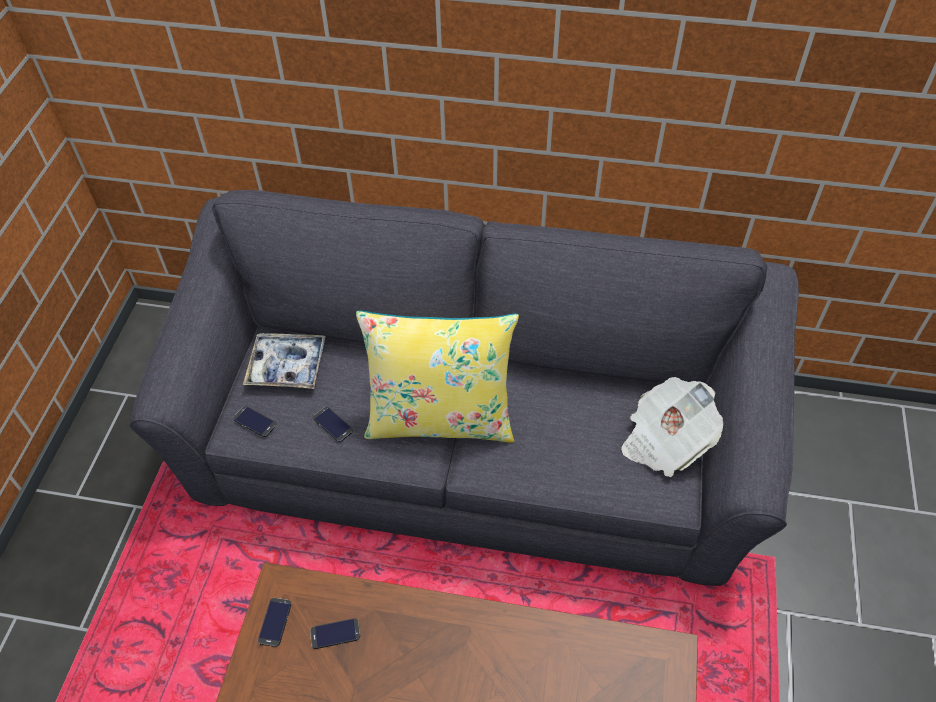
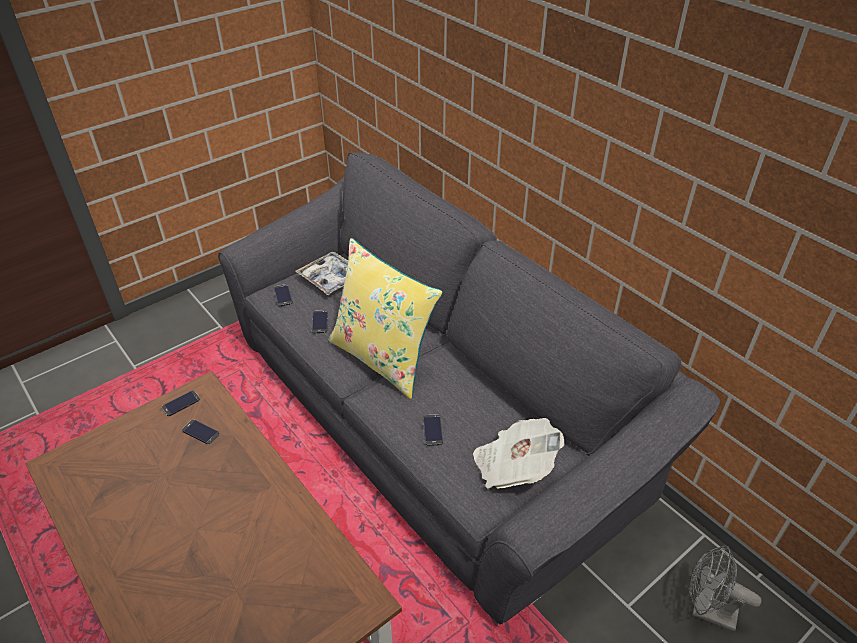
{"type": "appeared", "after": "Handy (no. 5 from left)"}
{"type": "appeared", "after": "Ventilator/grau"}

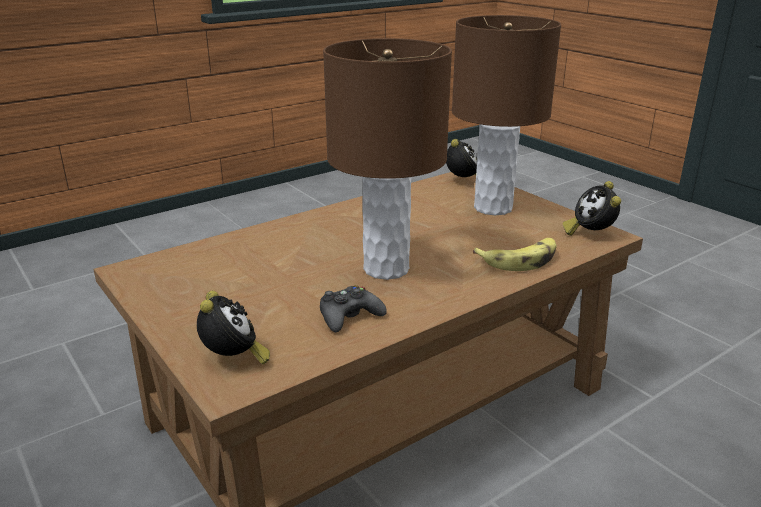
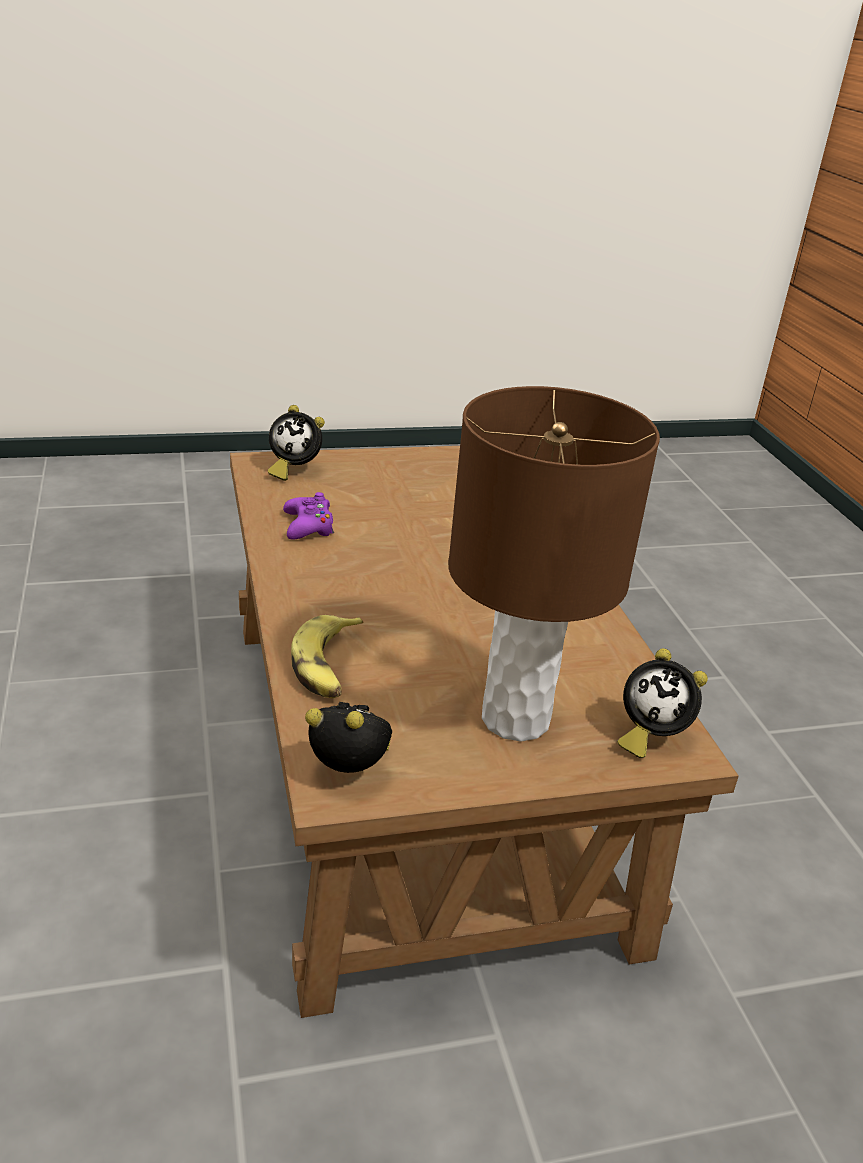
{"type": "missing", "before": "Tischlampe/braun (no. 1 from left)"}
{"type": "colour", "before": "Gamepad/schwarz", "after": "Gamepad/lila"}

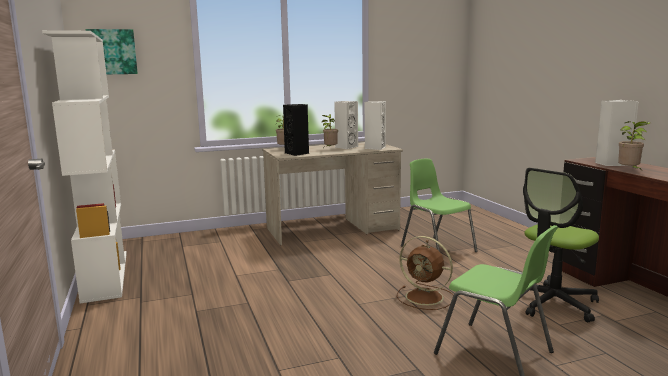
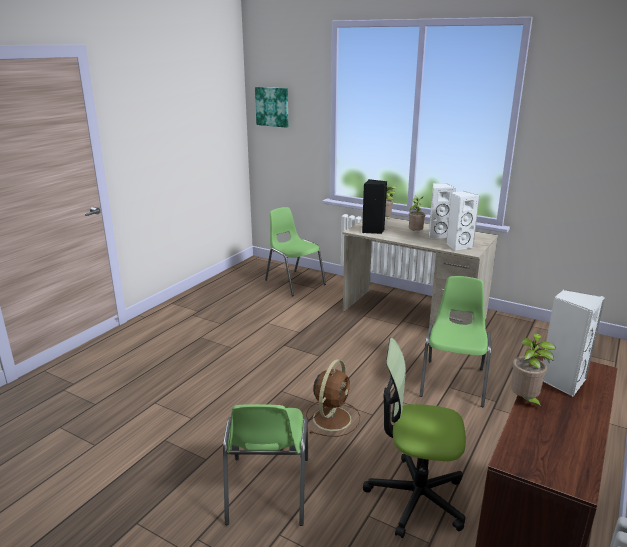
{"type": "missing", "before": "Bücherregal/weiß"}
{"type": "spun", "before": "Ventilator/braun", "turn": -150}
{"type": "appeared", "after": "Stuhl/grün (no. 2 from left)"}

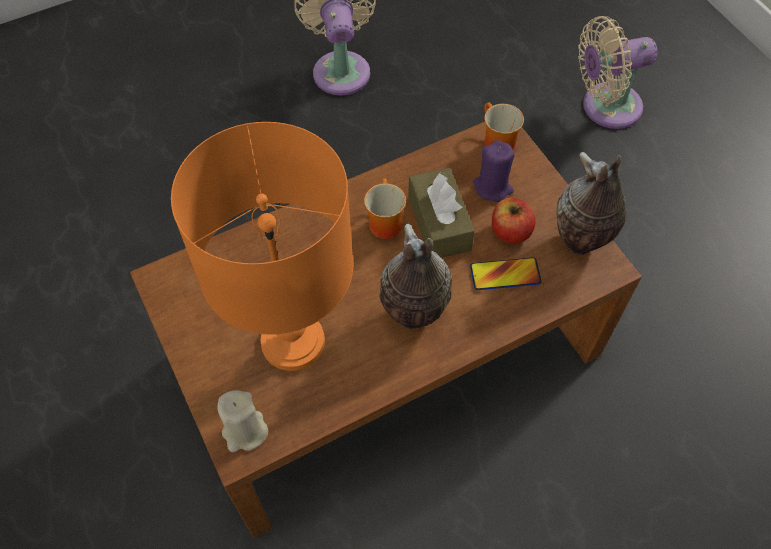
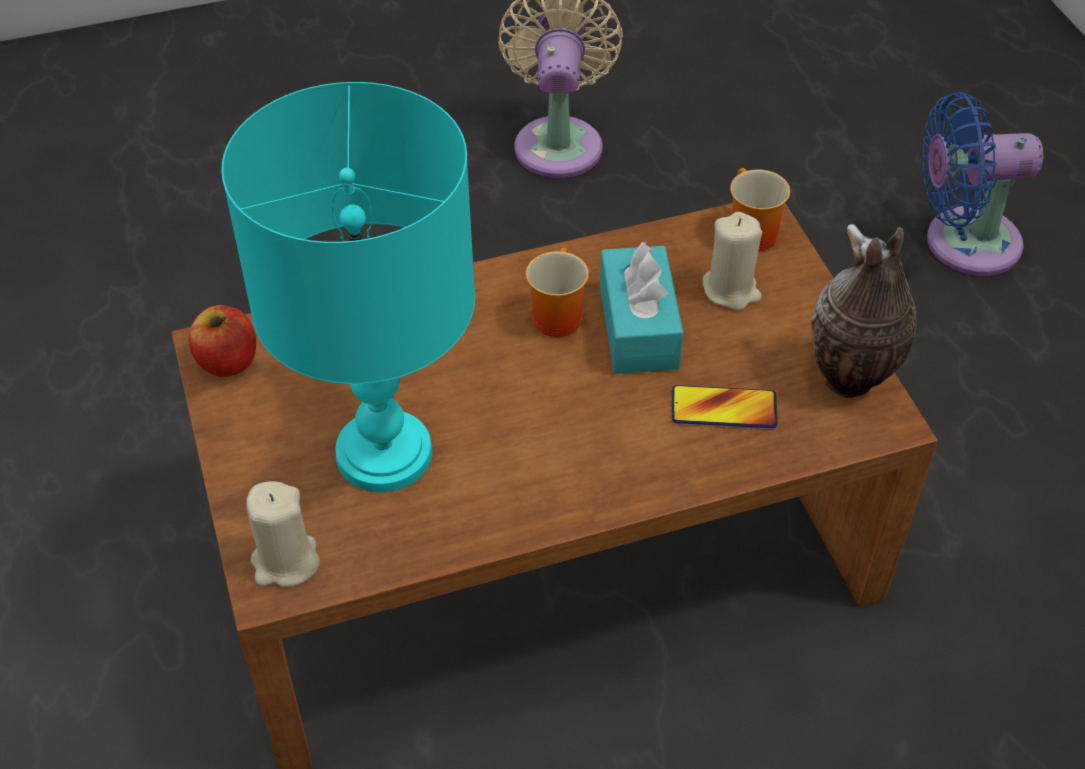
{"type": "colour", "before": "Ventilator/beige (no. 2 from left)", "after": "Ventilator/blau"}
{"type": "colour", "before": "Tischlampe/orange", "after": "Tischlampe/türkis"}
{"type": "colour", "before": "Kerze/lila", "after": "Kerze/beige (no. 2 from left)"}
{"type": "colour", "before": "Taschentuchbox/braun", "after": "Taschentuchbox/türkis"}
{"type": "relocated", "before": "Apfel"}
{"type": "missing", "before": "Vase (no. 1 from left)"}

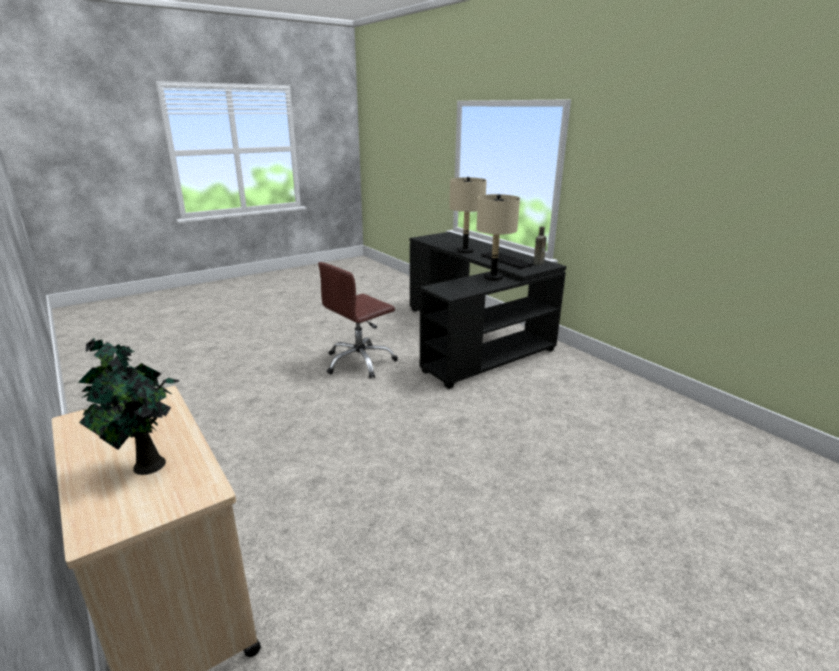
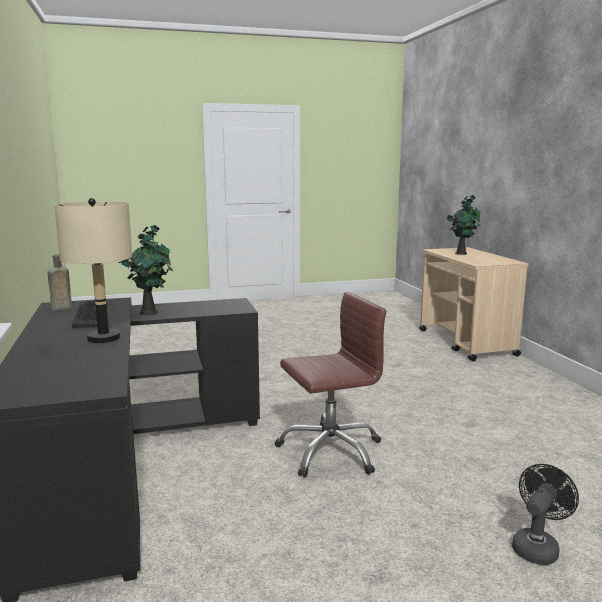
{"type": "exchanged", "before": "Tischlampe/beige (no. 2 from left)", "after": "Topfpflanze (no. 1 from left)"}
{"type": "appeared", "after": "Ventilator/schwarz"}

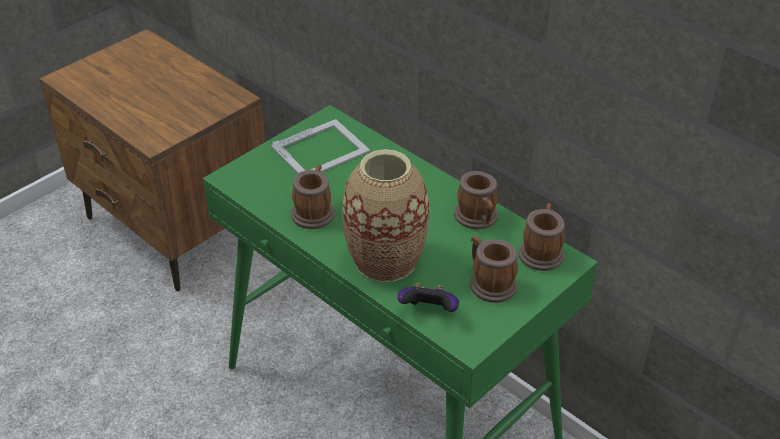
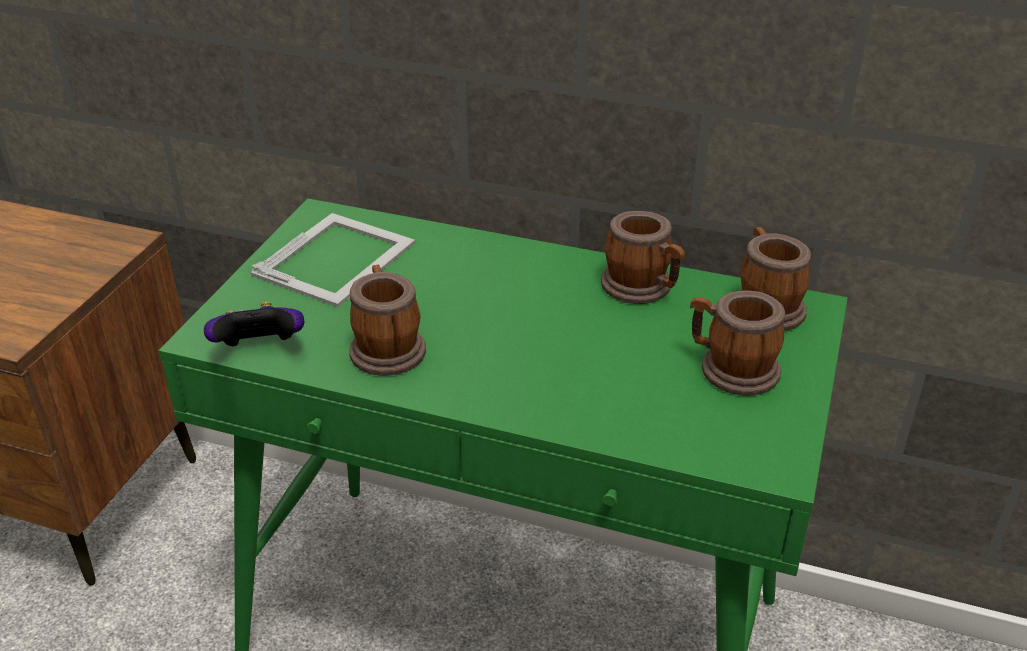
{"type": "missing", "before": "Vase"}
{"type": "relocated", "before": "Gamepad"}

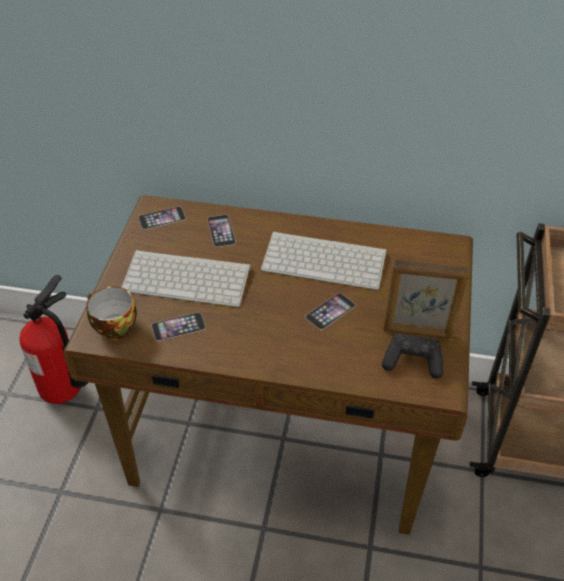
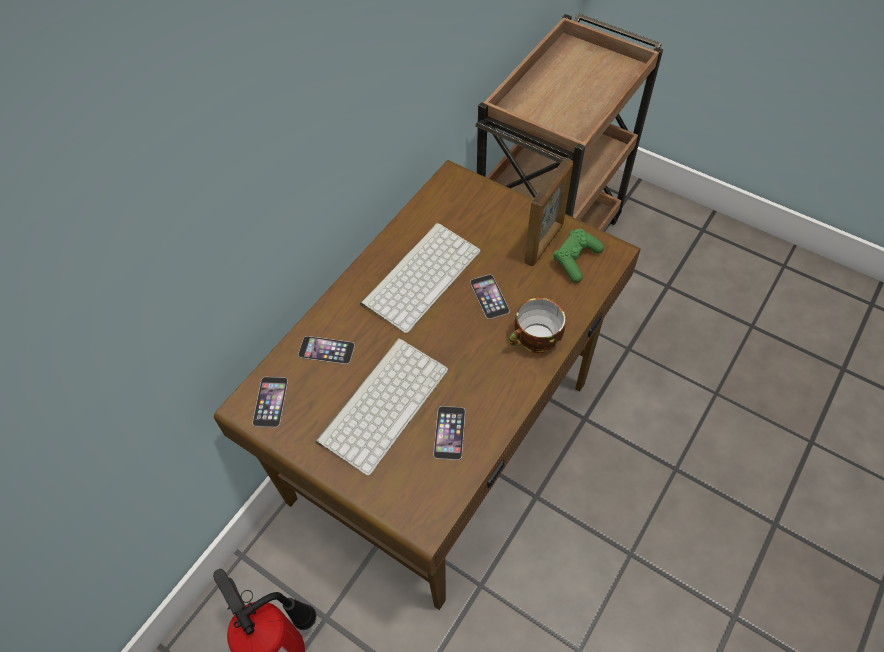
{"type": "relocated", "before": "Tasse"}
{"type": "colour", "before": "Gamepad/schwarz", "after": "Gamepad/grün"}

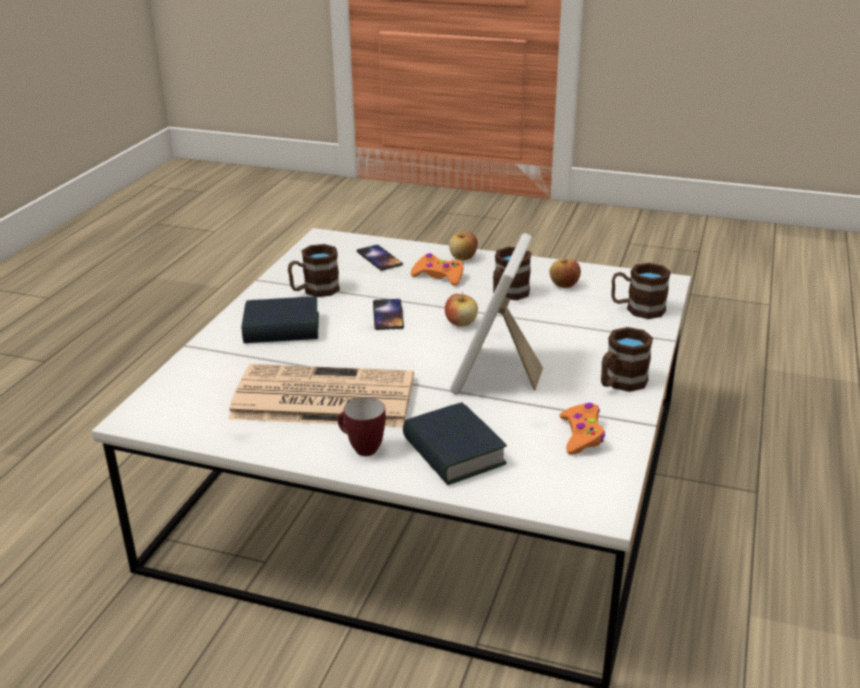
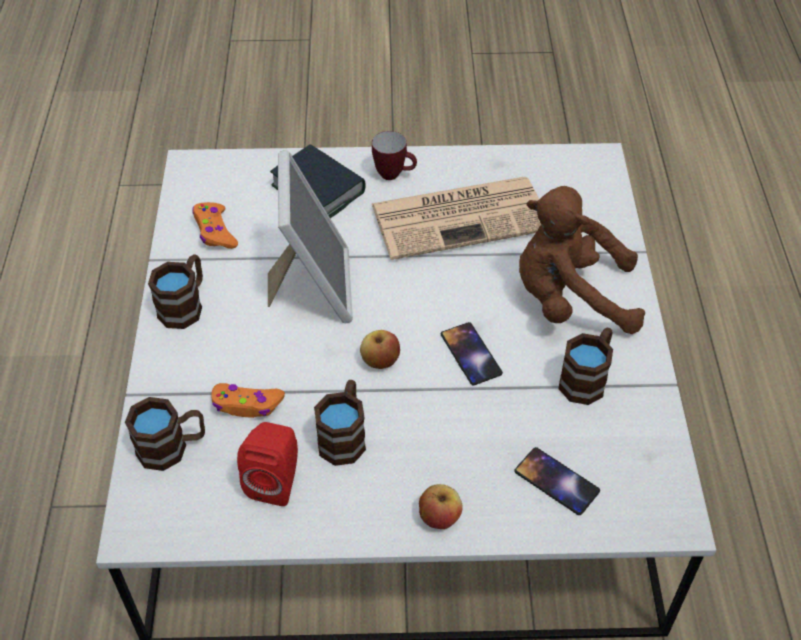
{"type": "relocated", "before": "Gamepad/orange (no. 1 from left in the first image)", "after": "Gamepad/orange (no. 2 from left)"}
{"type": "exchanged", "before": "Apfel (no. 3 from left)", "after": "Lautsprecher/rot"}
{"type": "exchanged", "before": "Buch (no. 1 from left)", "after": "Plüschtier/braun"}

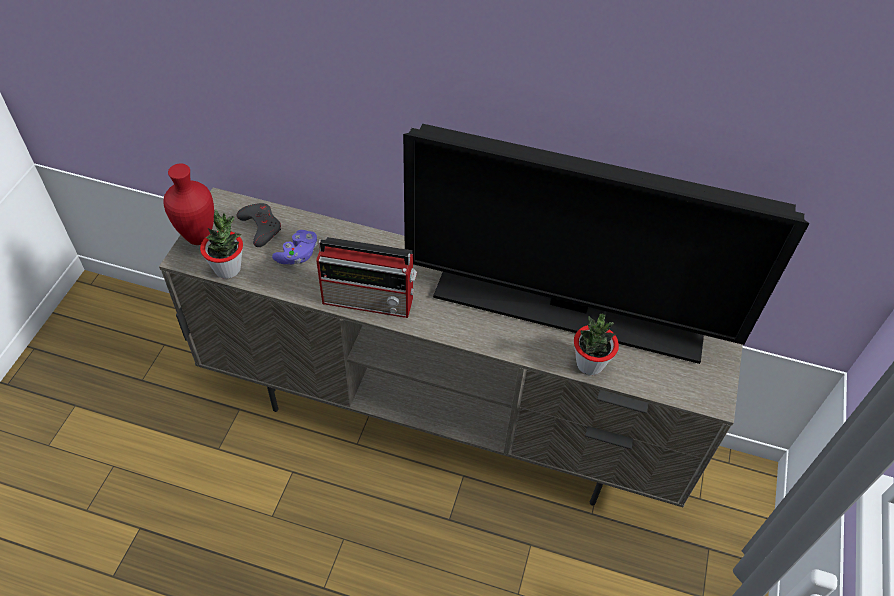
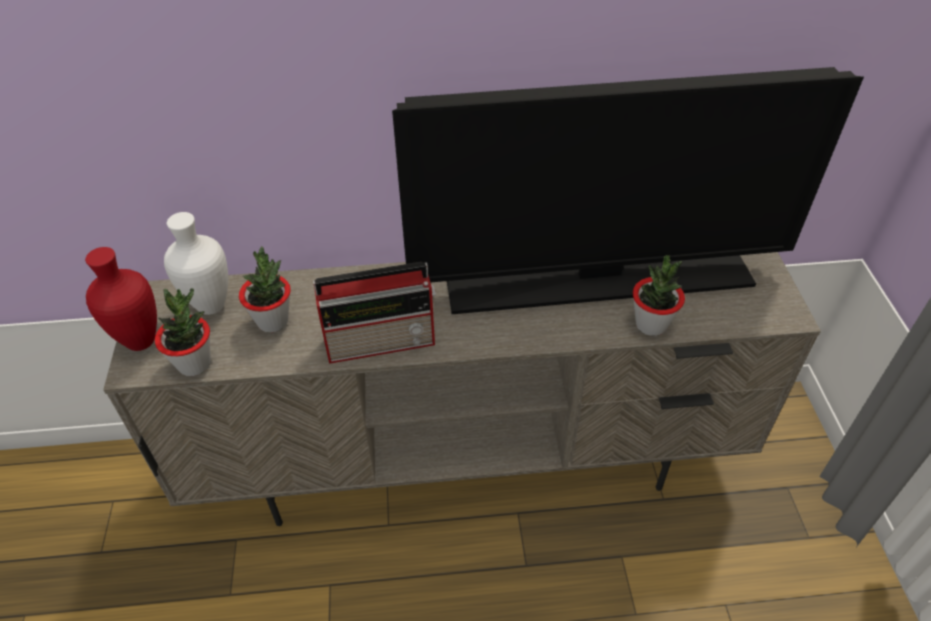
{"type": "exchanged", "before": "Gamepad/grau", "after": "Vase/weiß"}
{"type": "exchanged", "before": "Gamepad/lila", "after": "Topfpflanze (no. 2 from left)"}

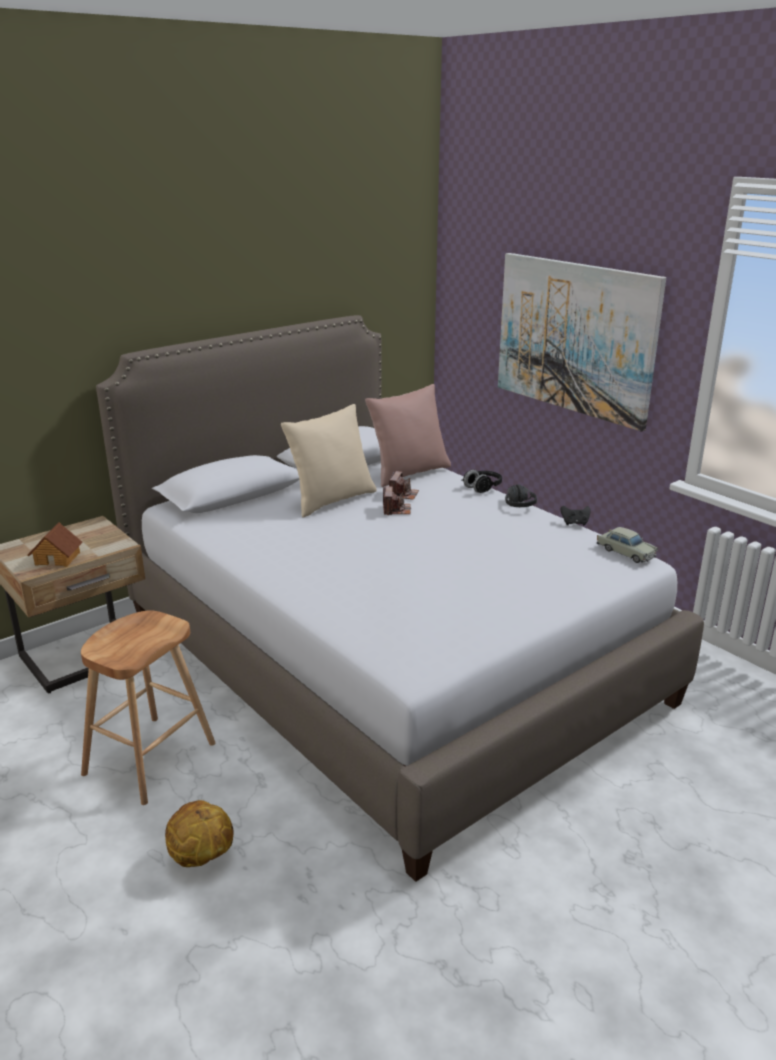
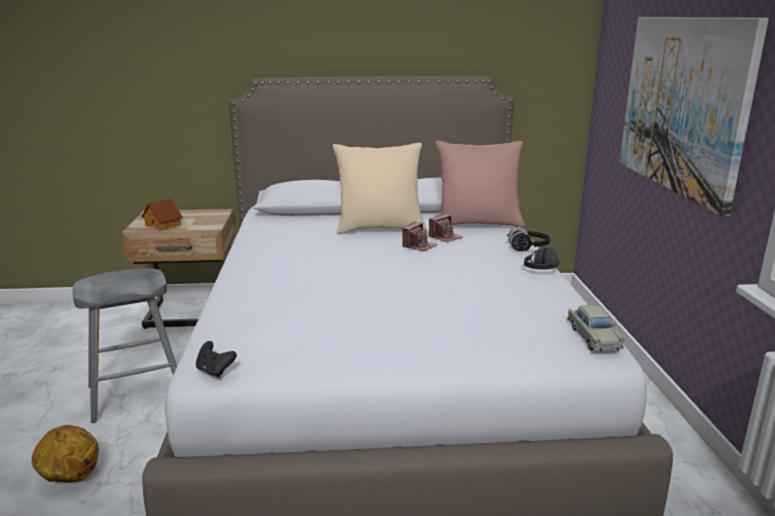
{"type": "relocated", "before": "Gamepad/schwarz"}
{"type": "colour", "before": "Hocker/braun", "after": "Hocker/grau"}

